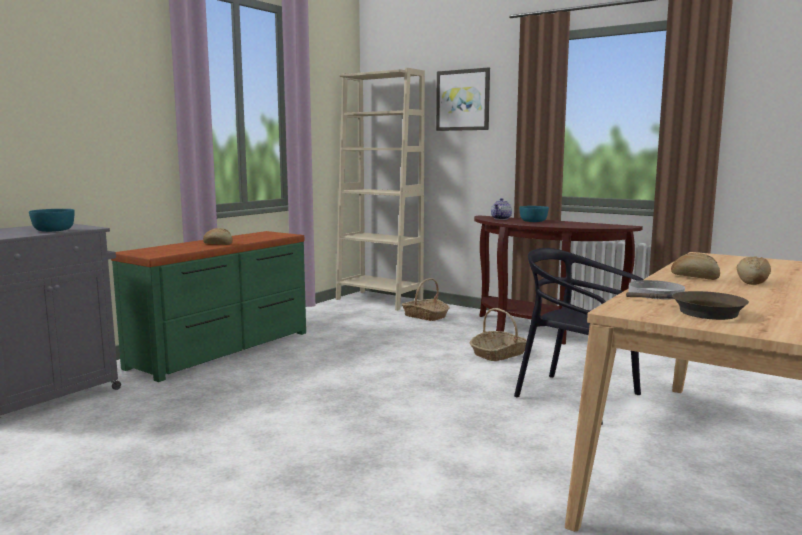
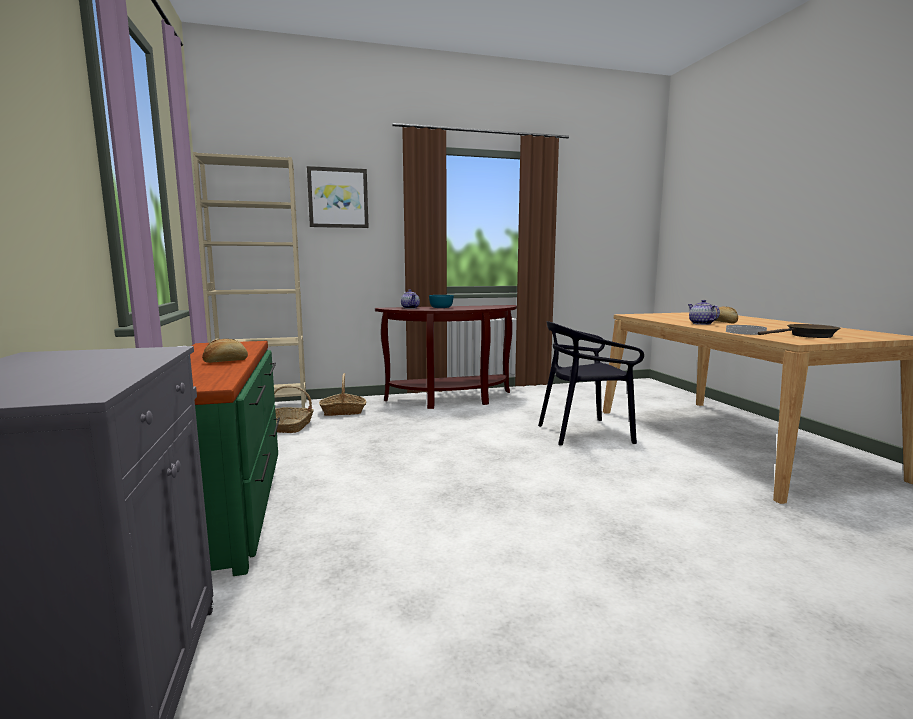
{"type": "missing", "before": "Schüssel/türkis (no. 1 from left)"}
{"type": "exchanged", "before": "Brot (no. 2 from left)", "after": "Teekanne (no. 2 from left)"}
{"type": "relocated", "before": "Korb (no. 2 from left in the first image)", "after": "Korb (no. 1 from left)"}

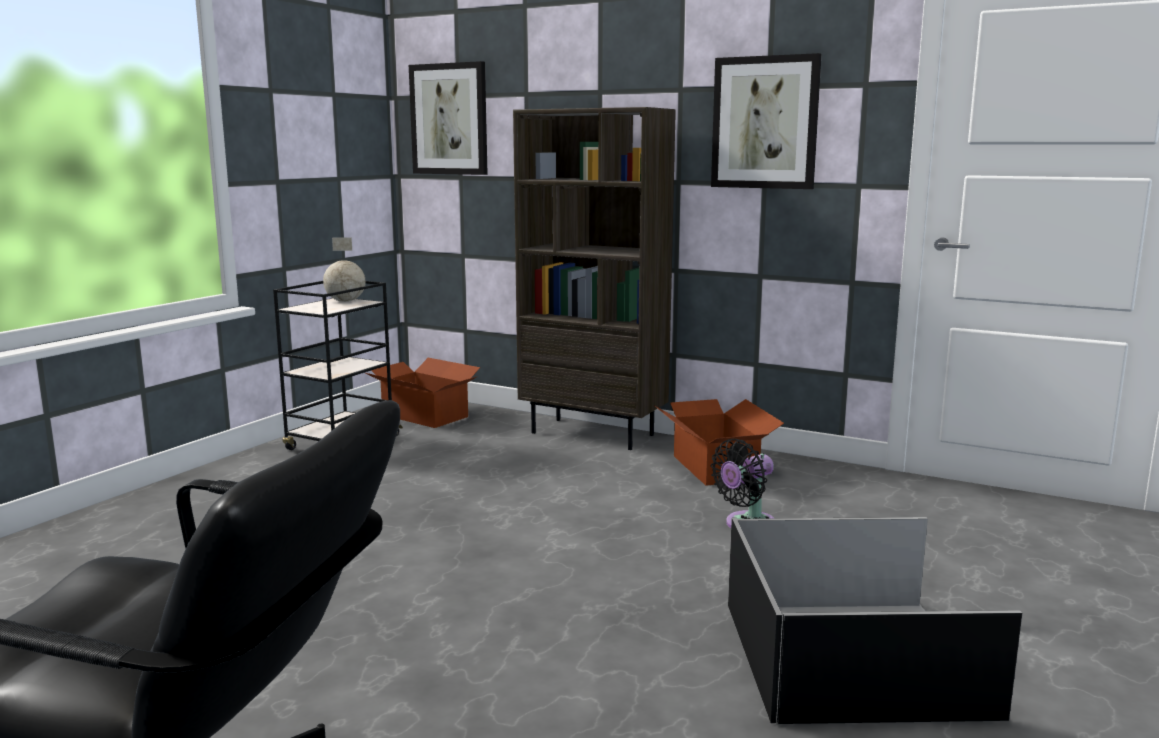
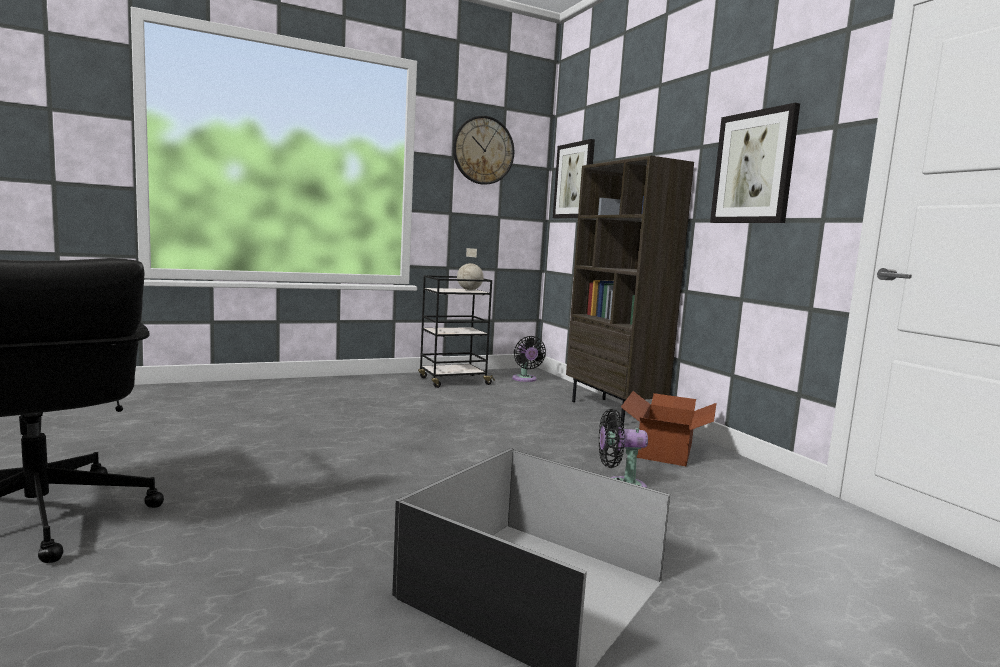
{"type": "exchanged", "before": "Karton (no. 1 from left)", "after": "Ventilator/schwarz (no. 1 from left)"}
{"type": "appeared", "after": "Wanduhr"}

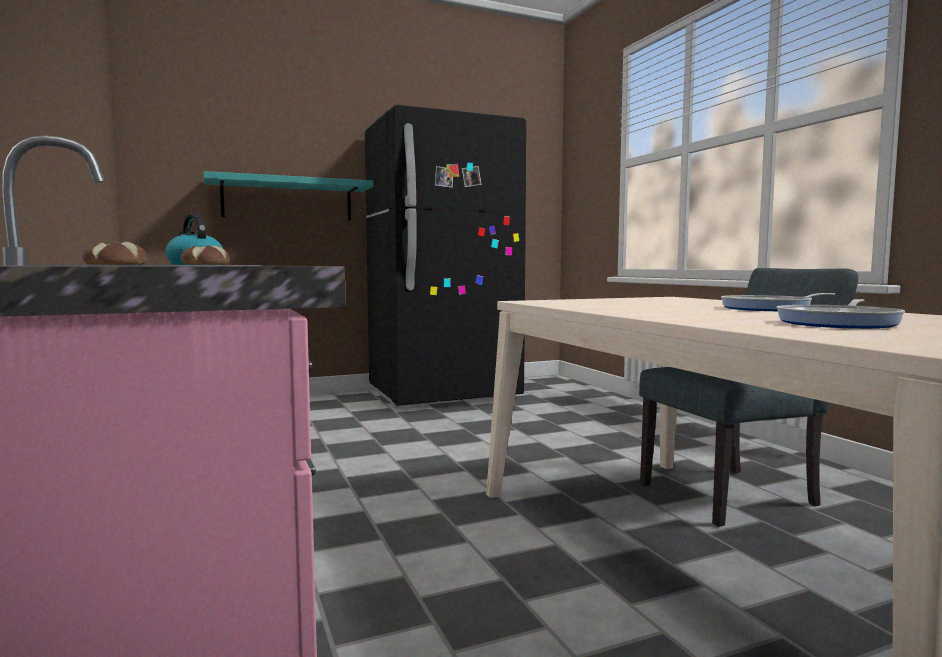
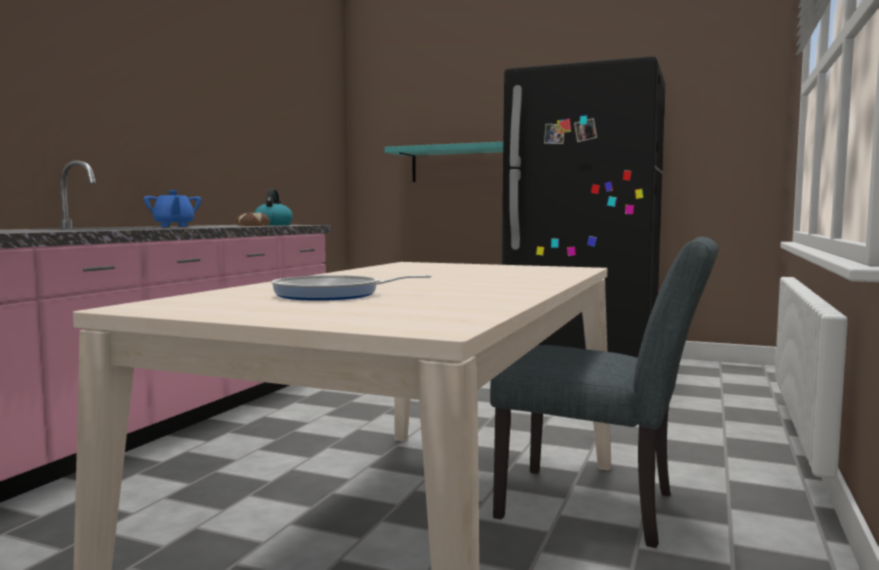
{"type": "exchanged", "before": "Brot (no. 1 from left)", "after": "Teekanne/blau"}
{"type": "missing", "before": "Pfanne (no. 1 from left)"}

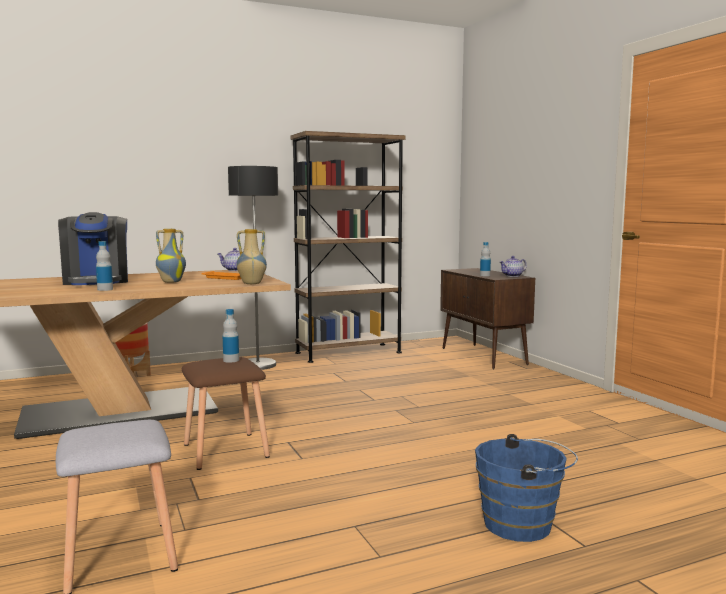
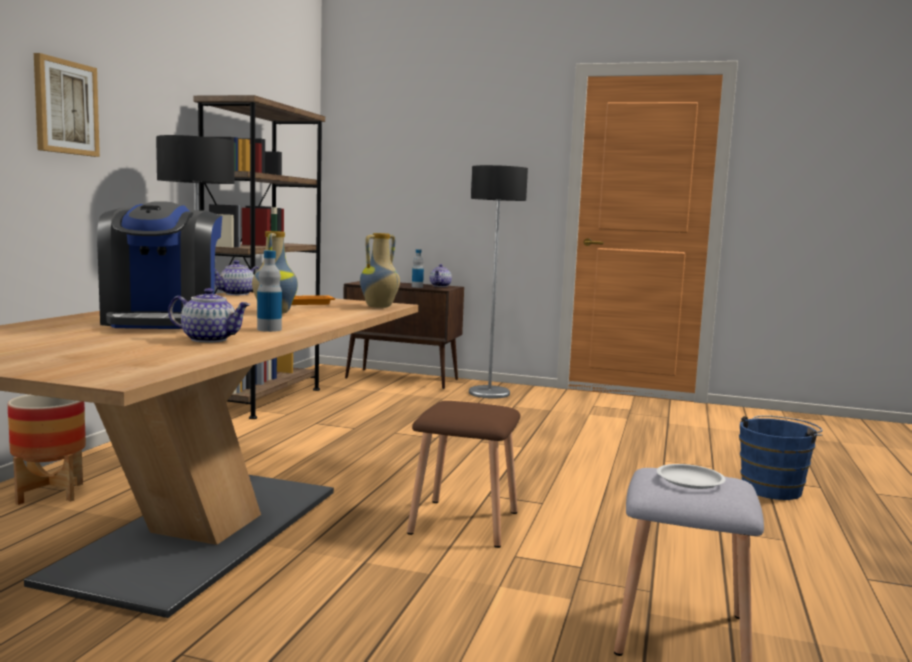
{"type": "spun", "before": "Kaffeemaschine", "turn": 60}
{"type": "missing", "before": "Flasche (no. 2 from left)"}
{"type": "appeared", "after": "Bild"}
{"type": "appeared", "after": "Stehlampe (no. 2 from left)"}
{"type": "appeared", "after": "Teekanne (no. 1 from left)"}
{"type": "appeared", "after": "Teller/weiß"}

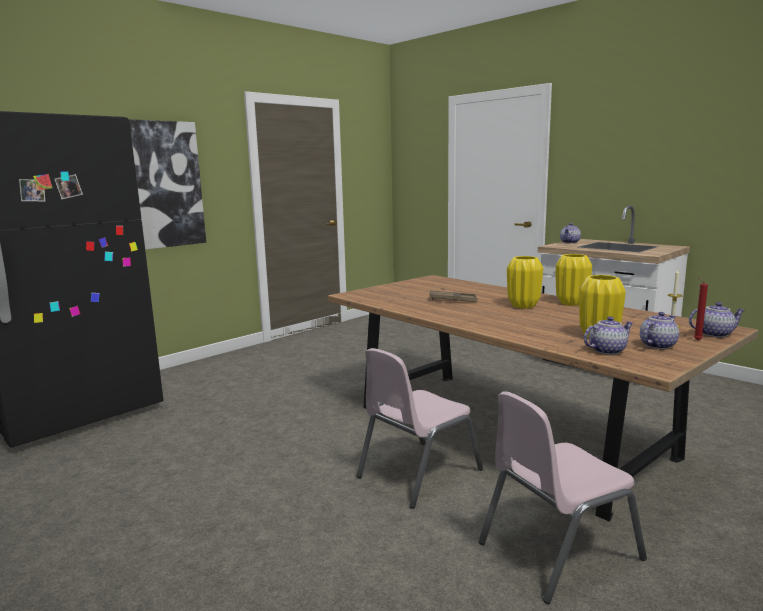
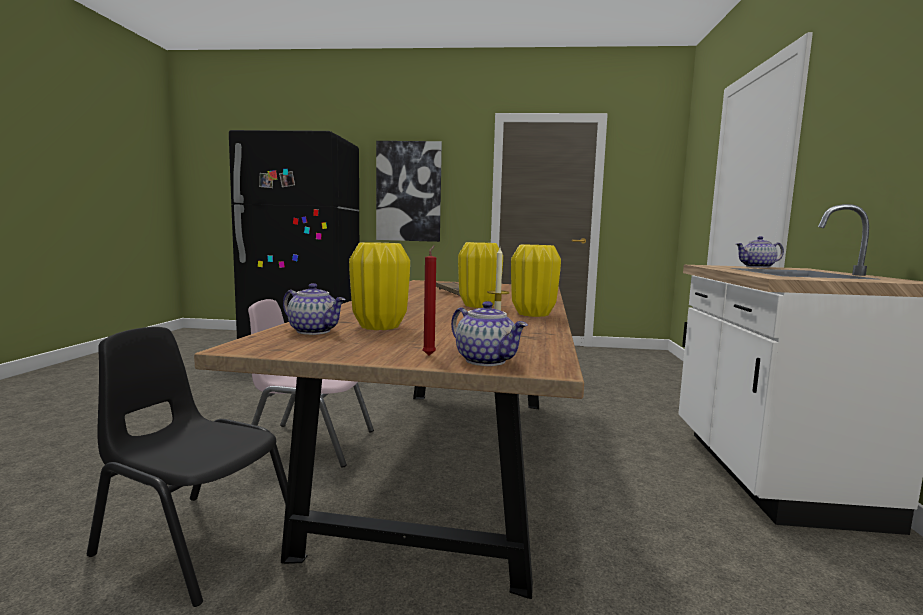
{"type": "missing", "before": "Teekanne (no. 3 from left)"}
{"type": "colour", "before": "Stuhl/rosa (no. 2 from left)", "after": "Stuhl/schwarz"}

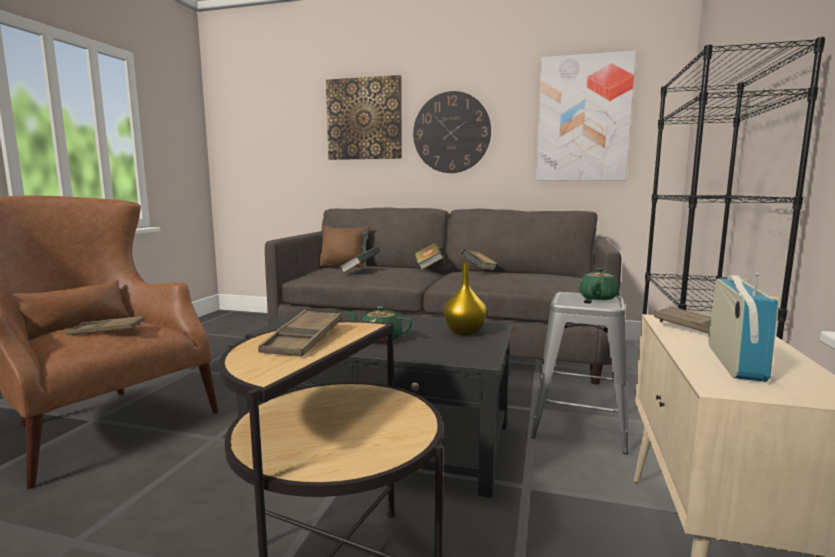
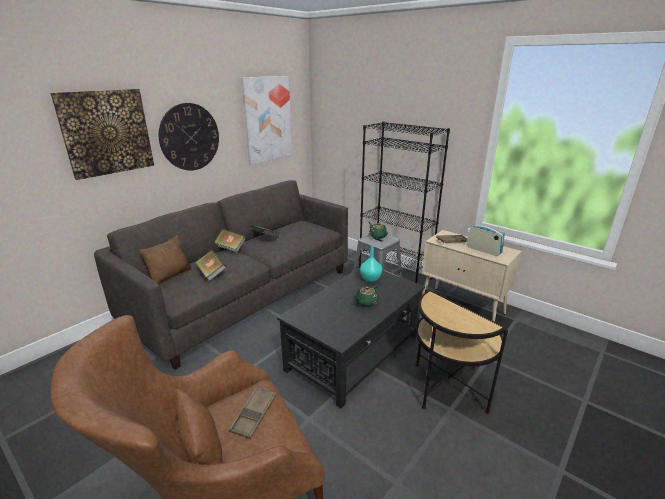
{"type": "colour", "before": "Vase/gelb", "after": "Vase/türkis"}
{"type": "missing", "before": "Tablett/braun (no. 2 from left)"}

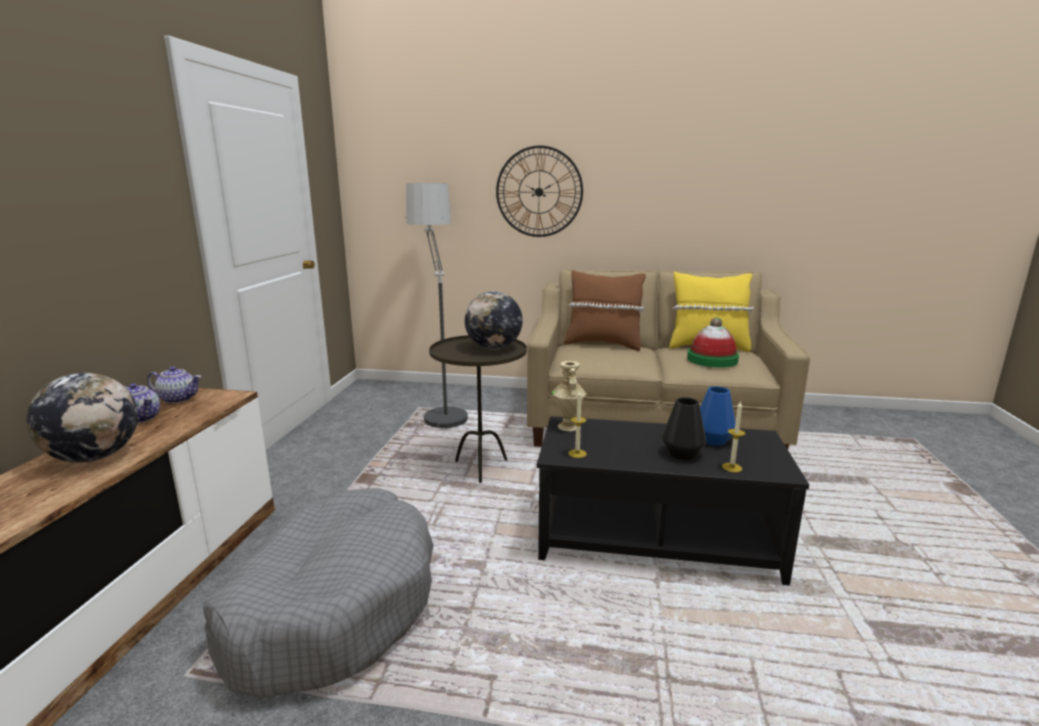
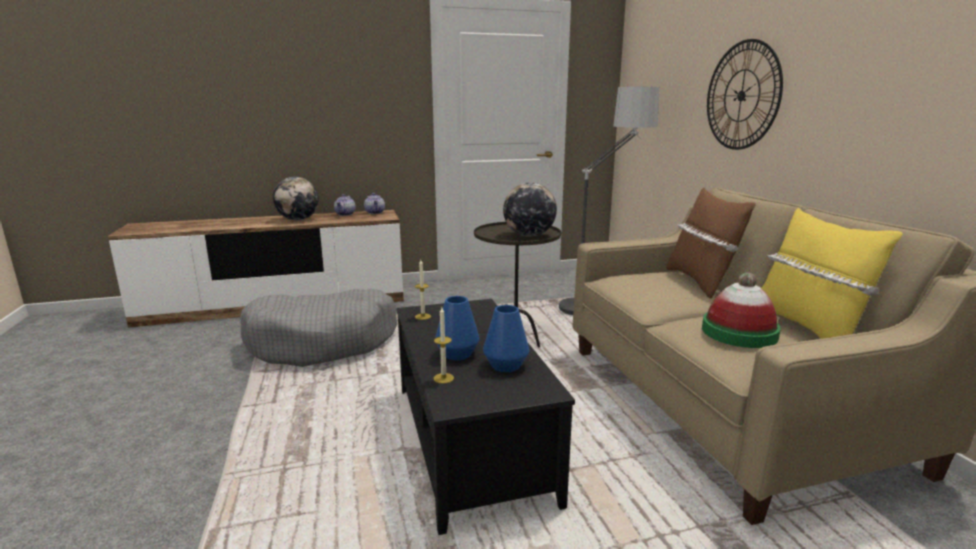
{"type": "missing", "before": "Vase/beige"}
{"type": "colour", "before": "Vase/schwarz", "after": "Vase/blau (no. 1 from left)"}

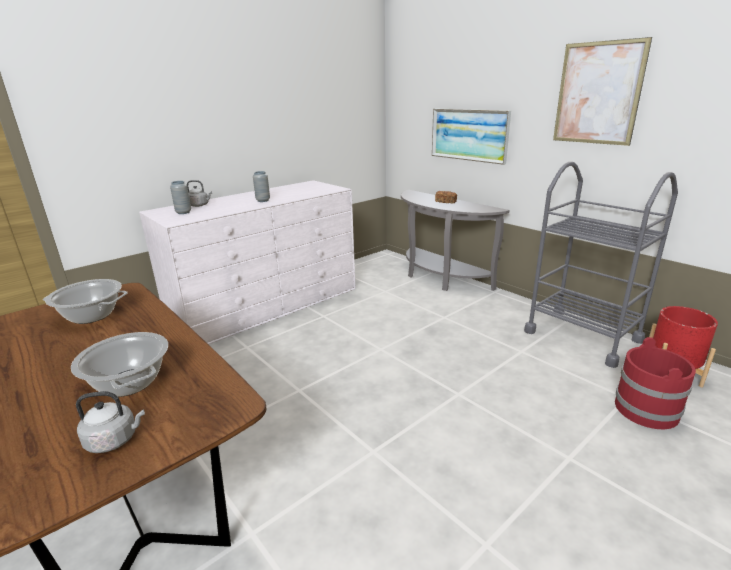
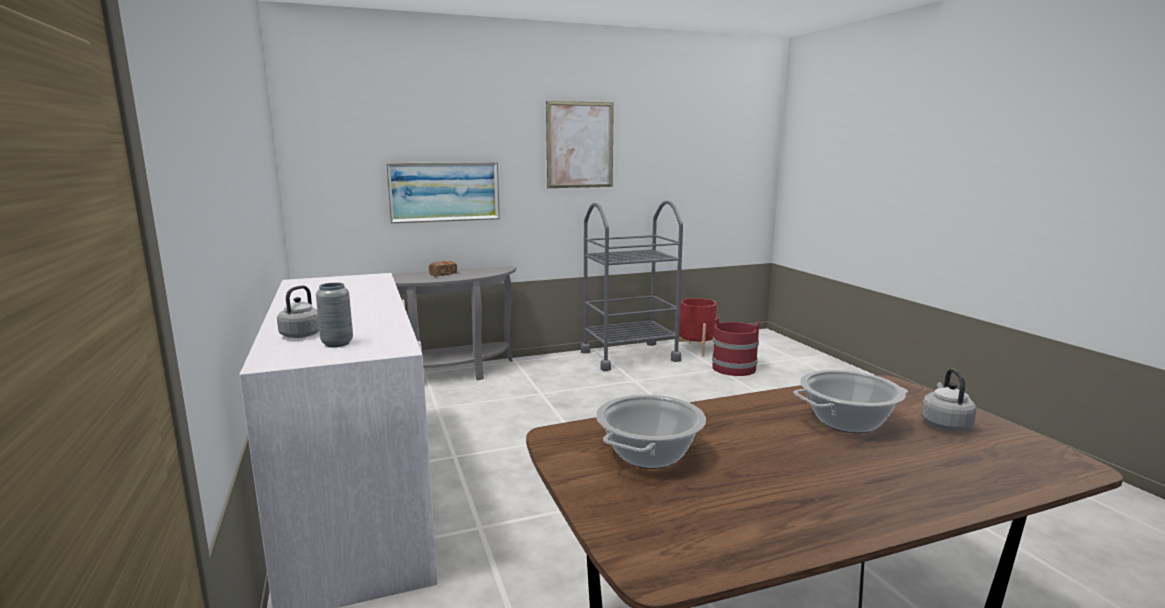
{"type": "missing", "before": "Vase/grau (no. 2 from left)"}

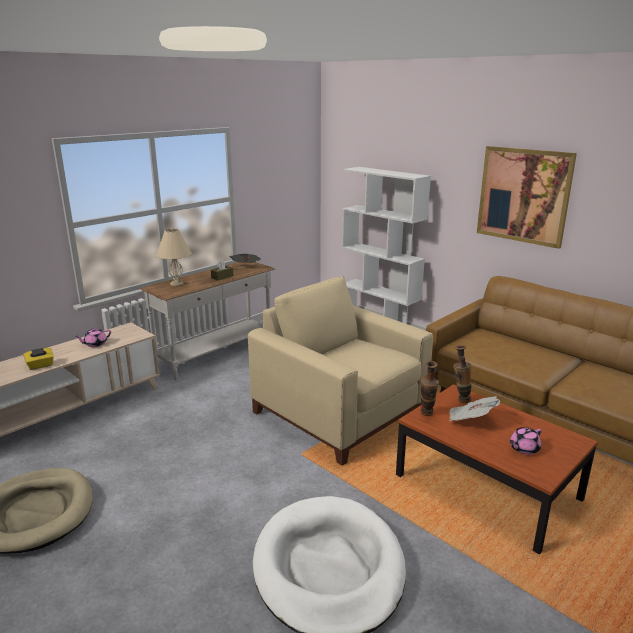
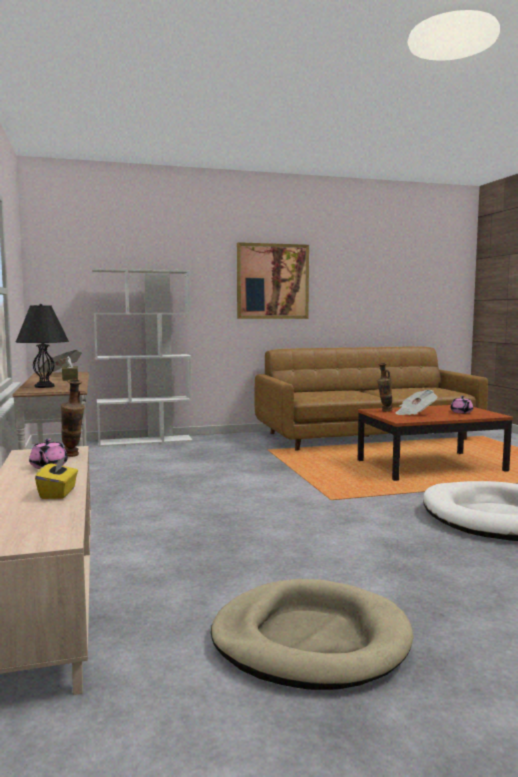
{"type": "colour", "before": "Tischlampe/beige", "after": "Tischlampe/schwarz"}
{"type": "missing", "before": "Sessel/beige"}
{"type": "relocated", "before": "Vase (no. 1 from left)"}

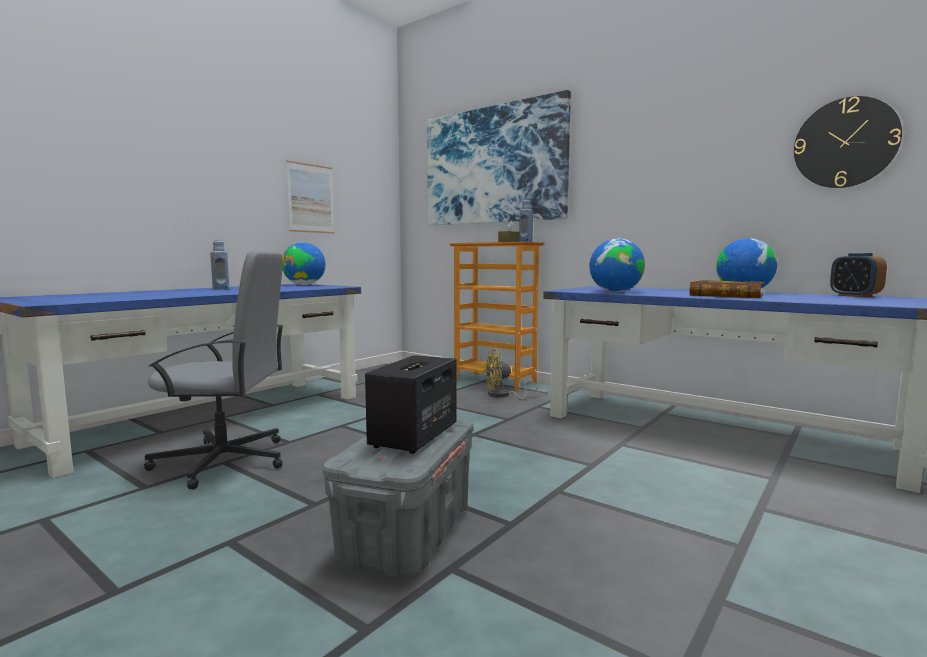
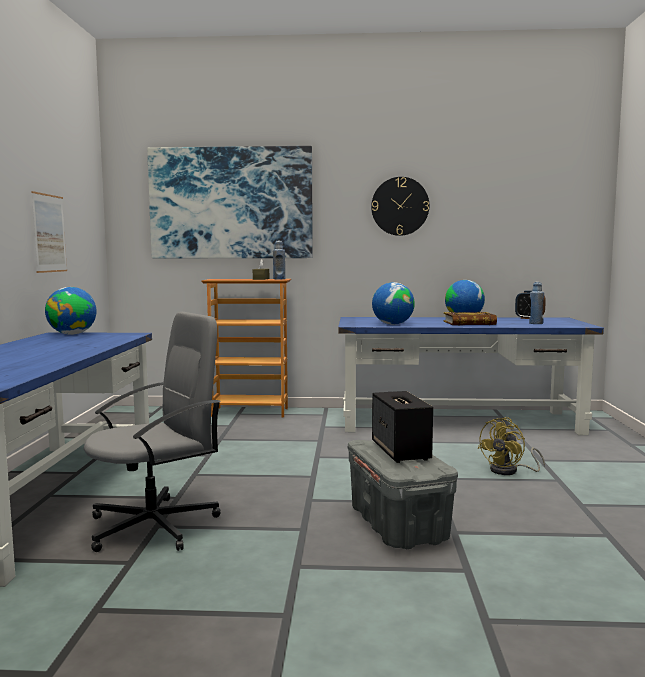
{"type": "relocated", "before": "Wanduhr"}
{"type": "relocated", "before": "Flasche/blau (no. 1 from left in the first image)", "after": "Flasche/blau (no. 2 from left)"}
{"type": "relocated", "before": "Ventilator/gelb"}

